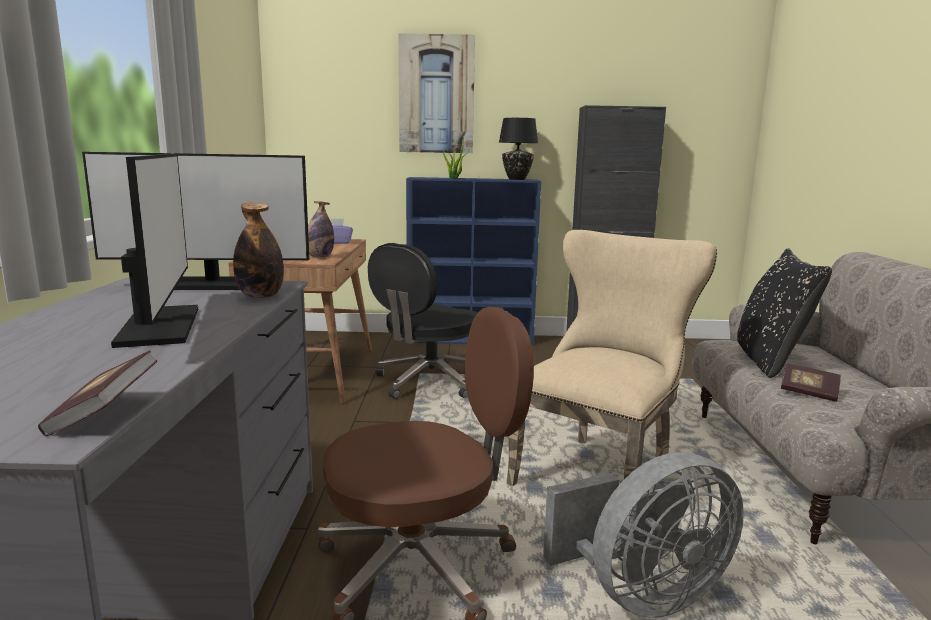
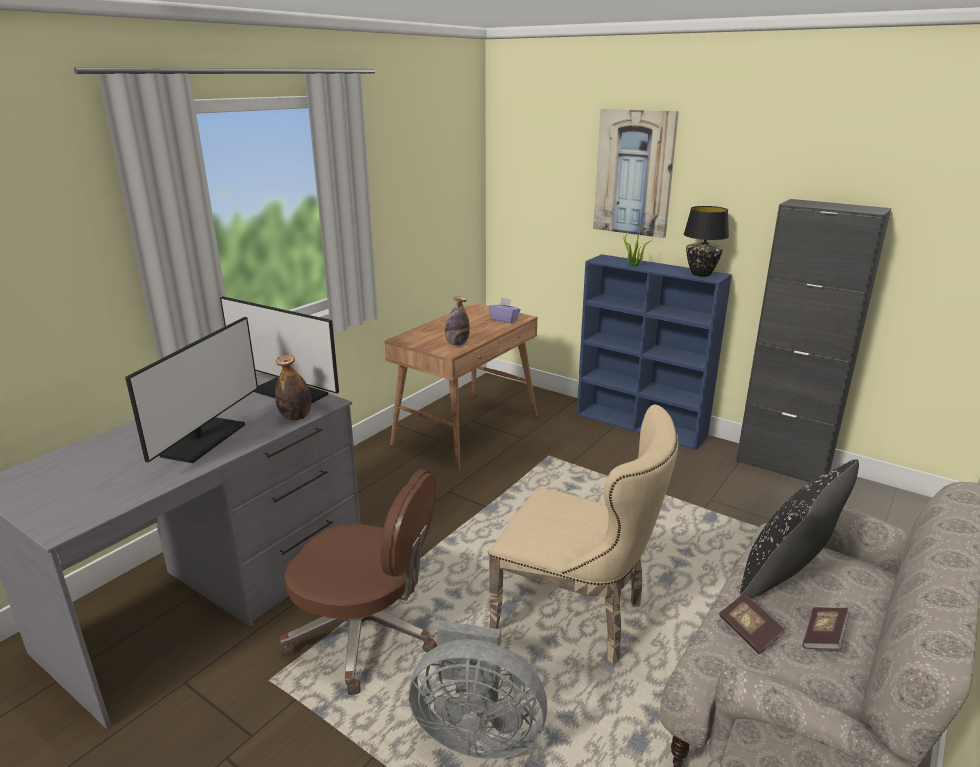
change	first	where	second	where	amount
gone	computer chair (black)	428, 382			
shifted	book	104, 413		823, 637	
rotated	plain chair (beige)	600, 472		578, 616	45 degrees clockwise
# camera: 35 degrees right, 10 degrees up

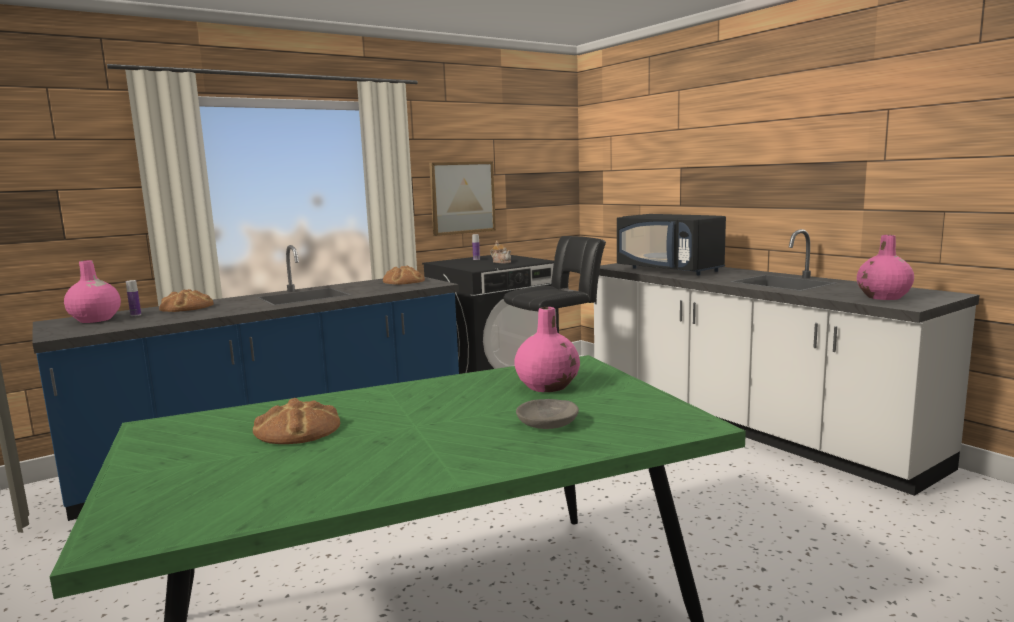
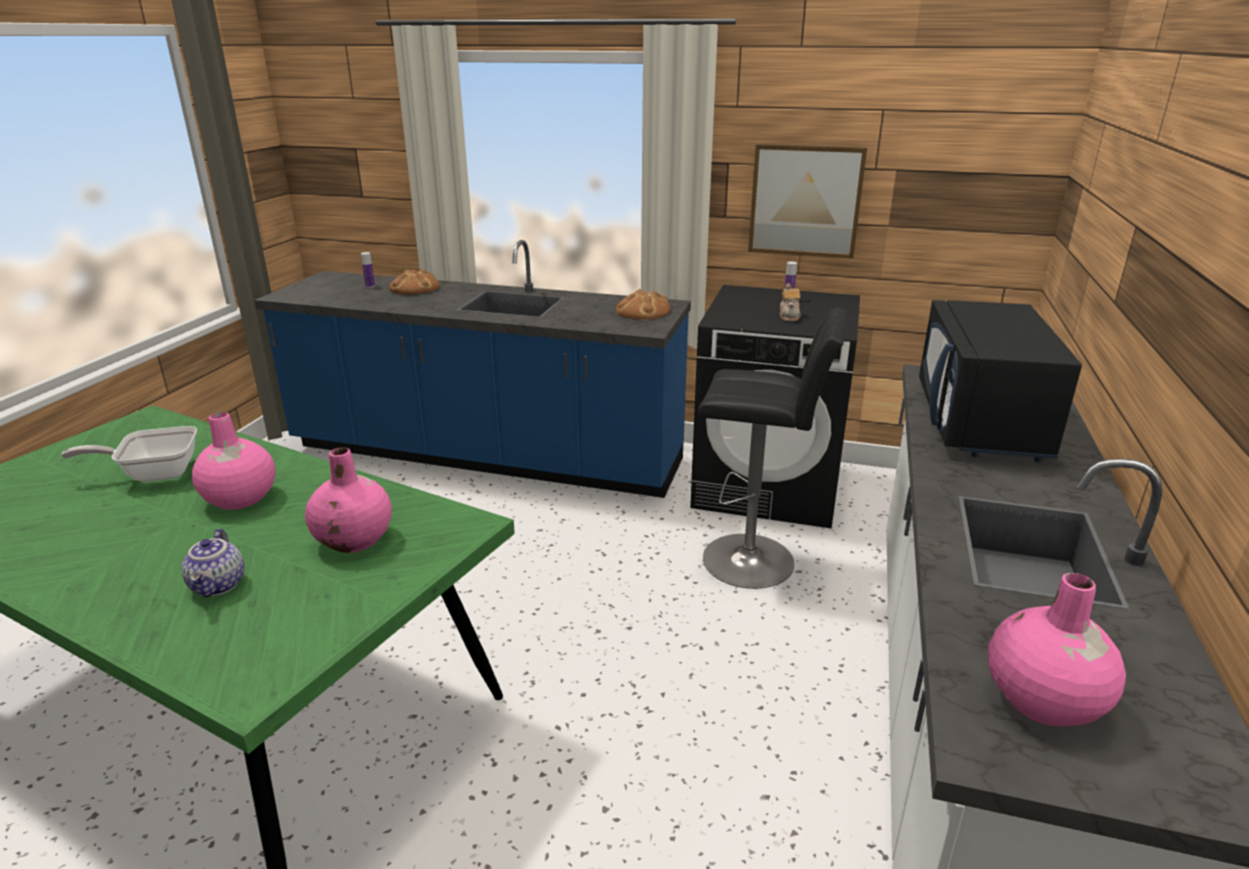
change	first	where	second	where	amount
shifted	decorative vase (pink)	95, 320		240, 498	
swapped	baked bread	298, 429	pan	154, 473	
swapped	serving bowl (greyish)	548, 422	teapot	219, 585	
# camera: 50 degrees right, 15 degrees up

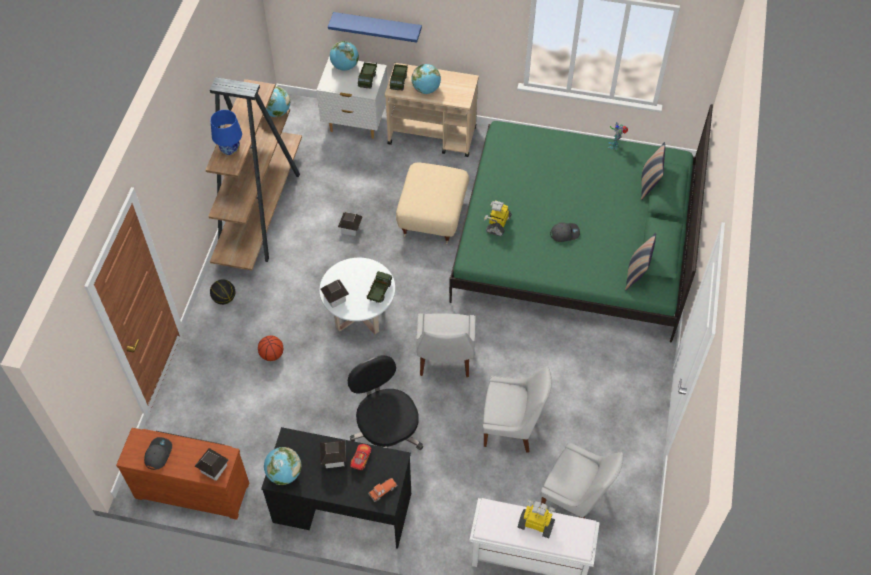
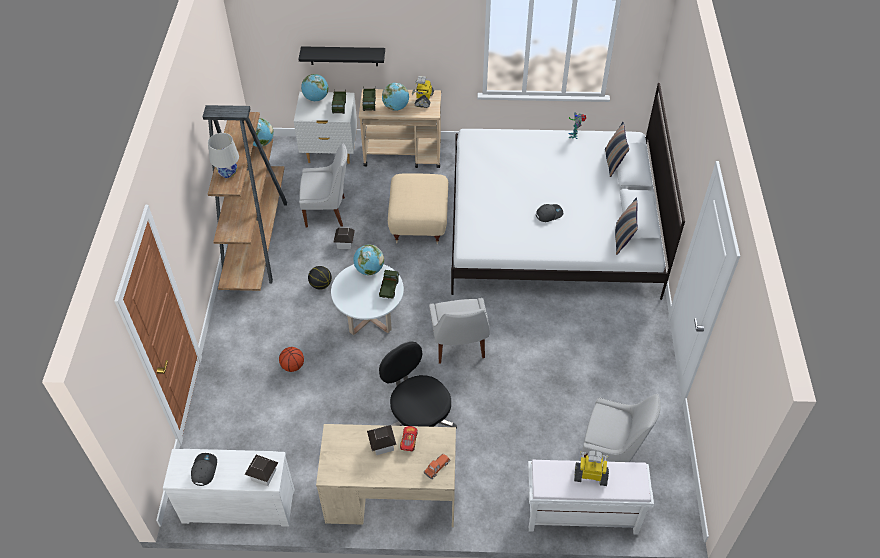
change	first	where	second	where	amount
gone	model house	335, 298			
shifted	ball for basketball	224, 298		321, 284	
shifted	world globe	284, 474		369, 270	
shifted	plain chair (white-coloured)	512, 427		327, 212	
shifted	model robot	498, 224		423, 99	
repainted	dresser (brown)	193, 487	dresser (white-coloured)	239, 503	
repainted	lamp for a table (blue)	230, 149	lamp for a table (white-coloured)	228, 172	
repainted	desk table (black)	342, 507	desk table (beige)	391, 497	
repainted	bracket shelf (blue)	377, 27	bracket shelf (black)	343, 56	
repainted	bed (green-coloured)	574, 241	bed (white-coloured)	552, 225	
# camera: 10 degrees left, 5 degrees down

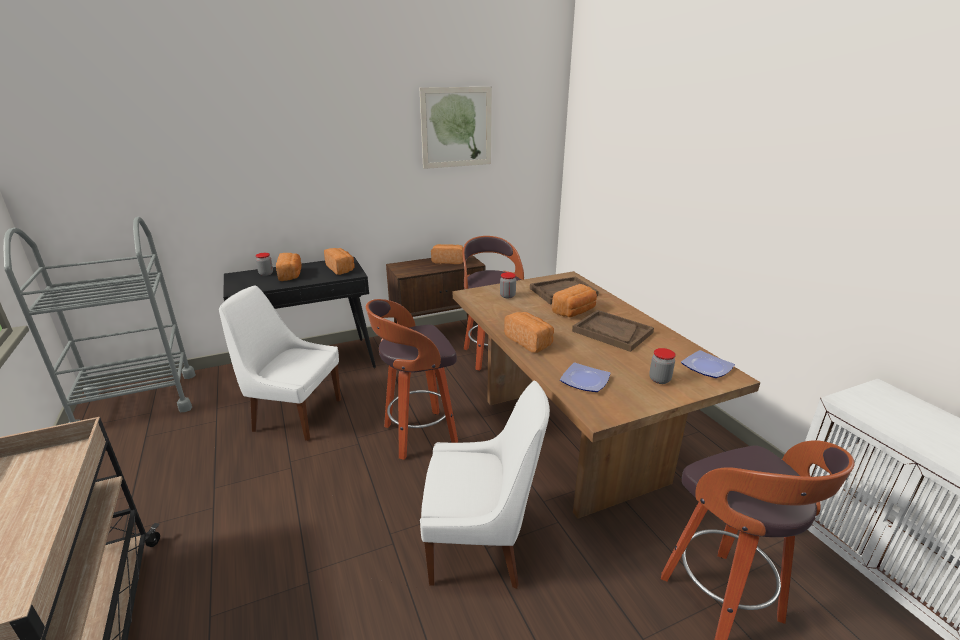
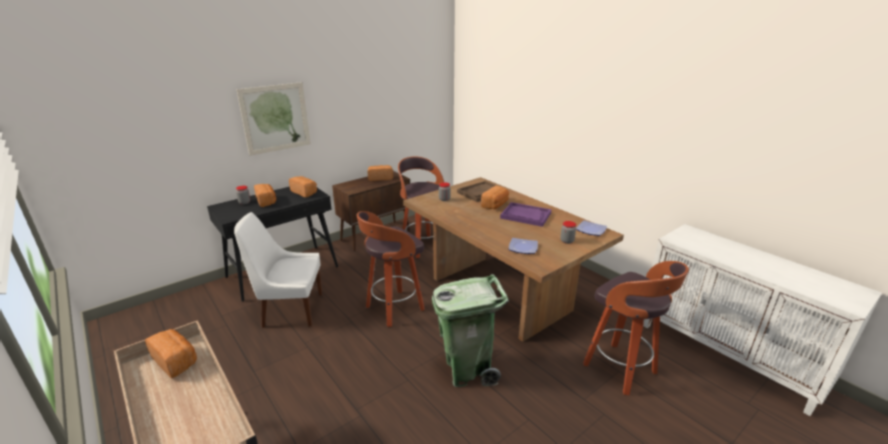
change	first	where	second	where	amount
gone	trolley (greyish)	138, 401			
shifted	wall picture	456, 127		275, 118	
shifted	baked bread	529, 341		176, 361	
swapped	plain chair (white-coloured)	481, 546	trash can (green-coloured)	468, 369	
repainted	serving tray (brown)	612, 332	serving tray (purple)	525, 215	
# camera: 15 degrees left, 0 degrees up

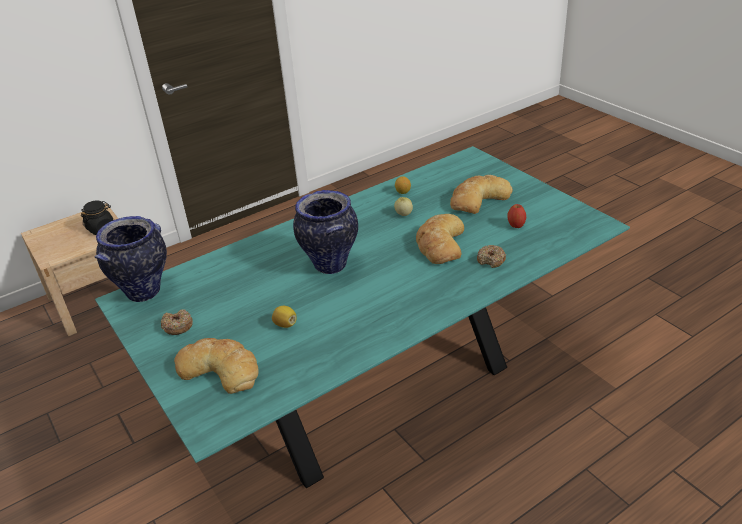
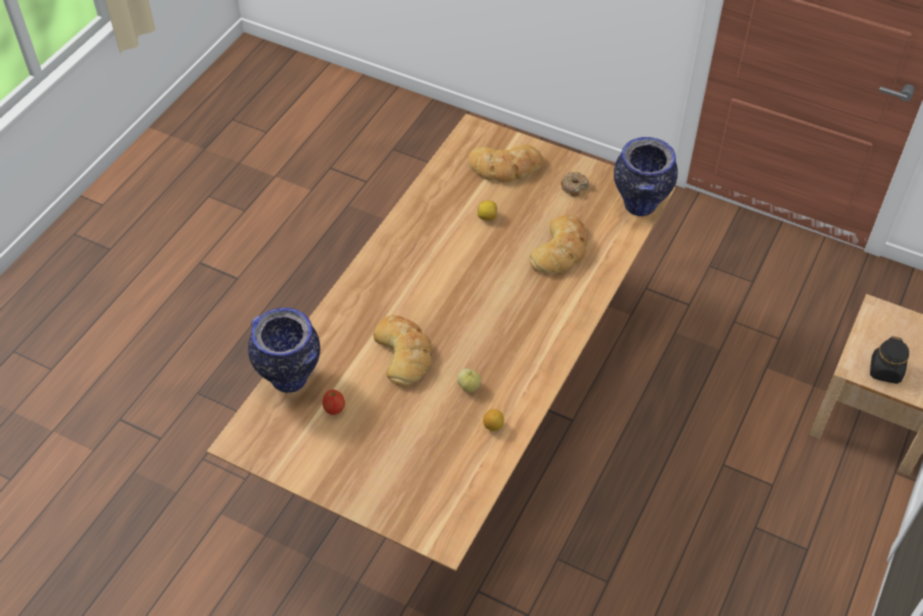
change	first	where	second	where	amount
gone	ring doughnut	491, 260			
shifted	decorative vase	329, 264		290, 379	
shifted	baked bread	478, 199		561, 250	
repainted	dinner table (turquoise)	380, 391	dinner table (brown)	461, 418	
# camera: 150 degrees right, 15 degrees up

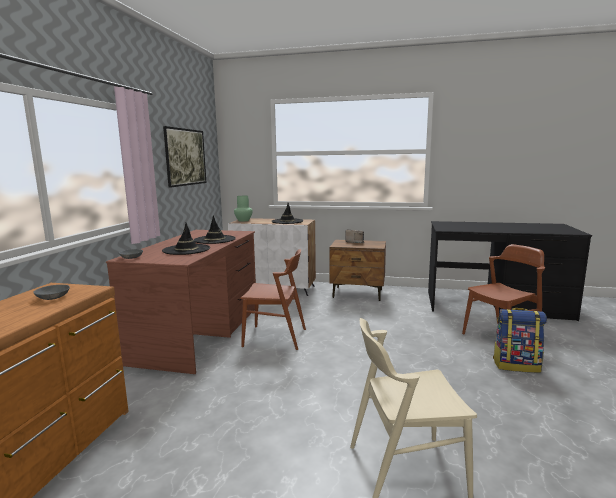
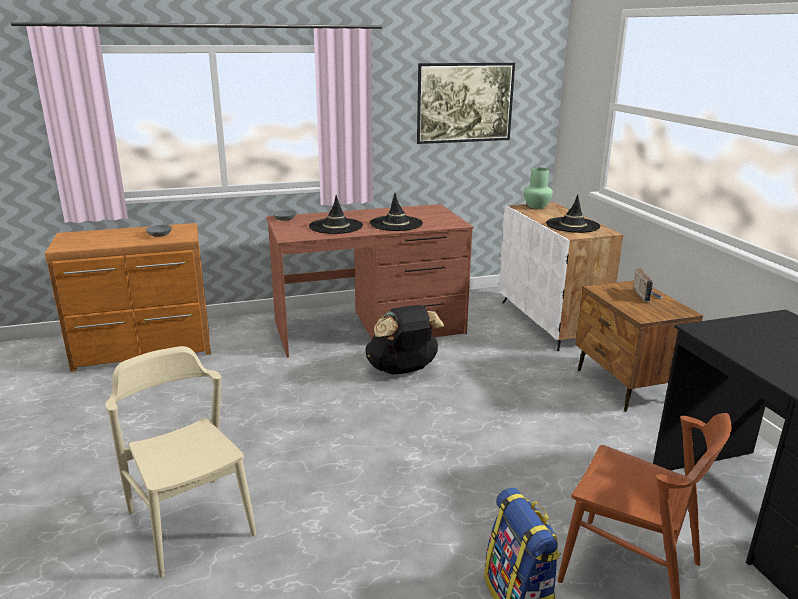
change	first	where	second	where	amount
swapped	plain chair (brown)	275, 337	rucksack (black)	403, 370	
# camera: 60 degrees right, 10 degrees up

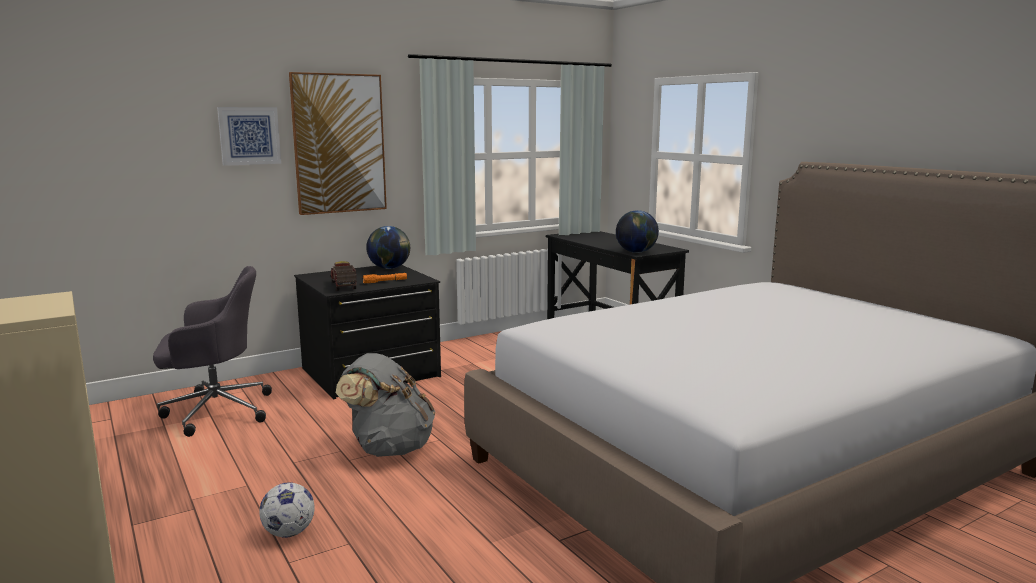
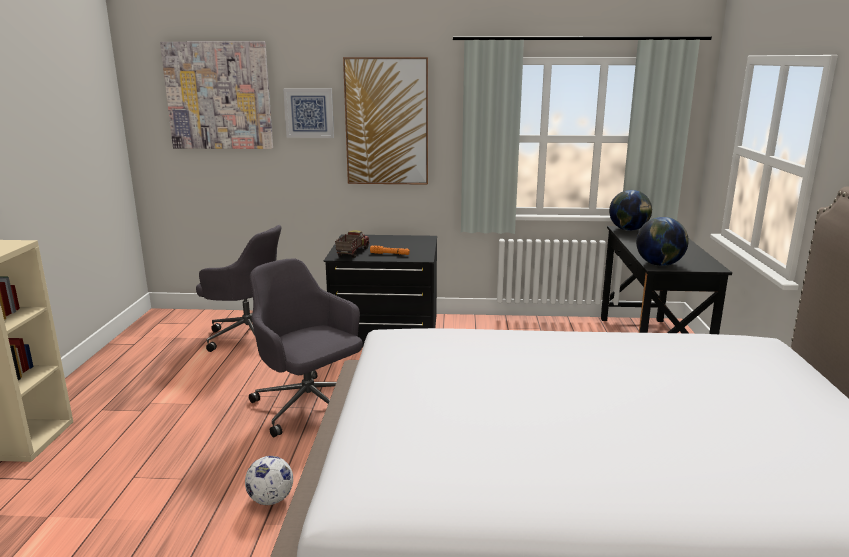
change	first	where	second	where	amount
new			wall picture	219, 96	
shifted	football ball	289, 532		271, 499	
shifted	world globe	389, 268		628, 230	
swapped	rucksack (greyish)	389, 448	computer chair (greyish)	309, 406	
# camera: 35 degrees right, 5 degrees up

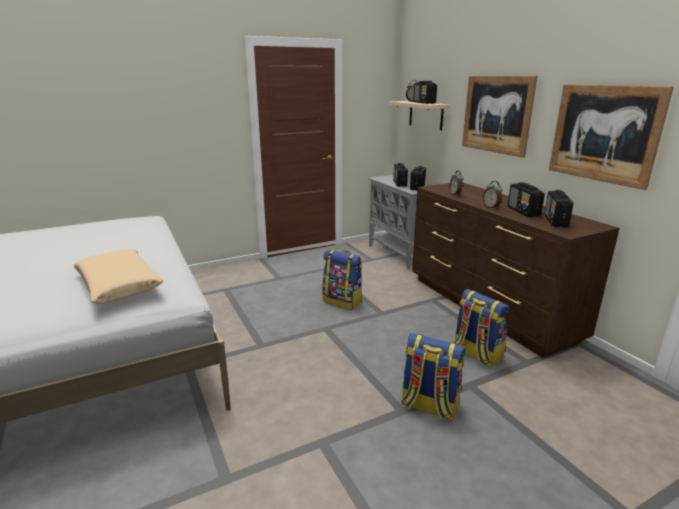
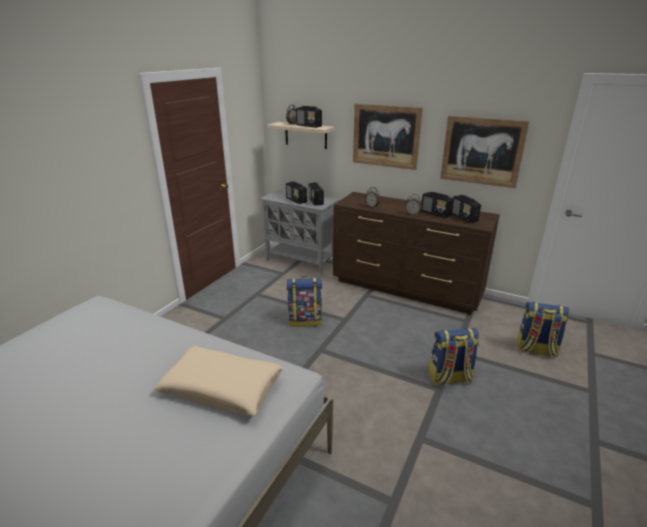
change	first	where	second	where	amount
shifted	rucksack	476, 354		536, 350	
# camera: 35 degrees left, 5 degrees up

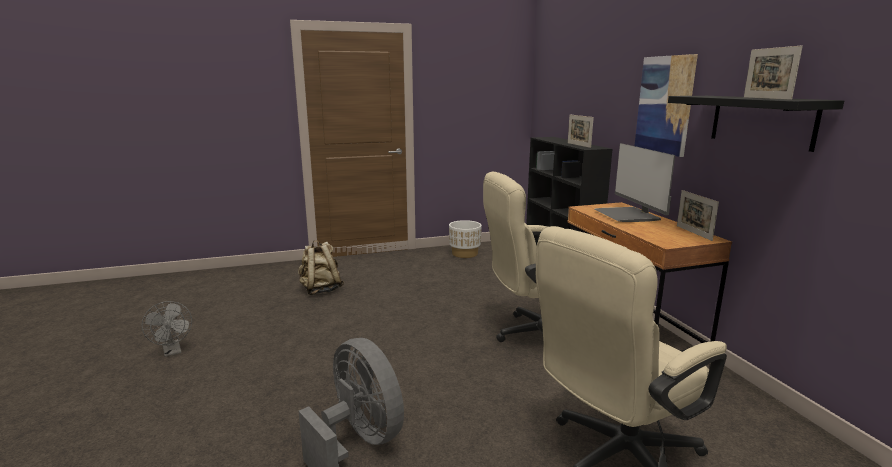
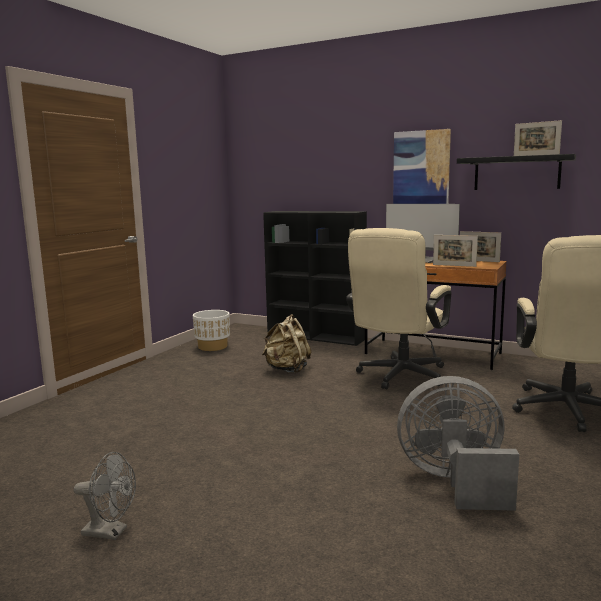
change	first	where	second	where	amount
shifted	rucksack (beige)	321, 290		287, 370	
shifted	standing frame	578, 145		454, 265	
# camera: 45 degrees left, 5 degrees down

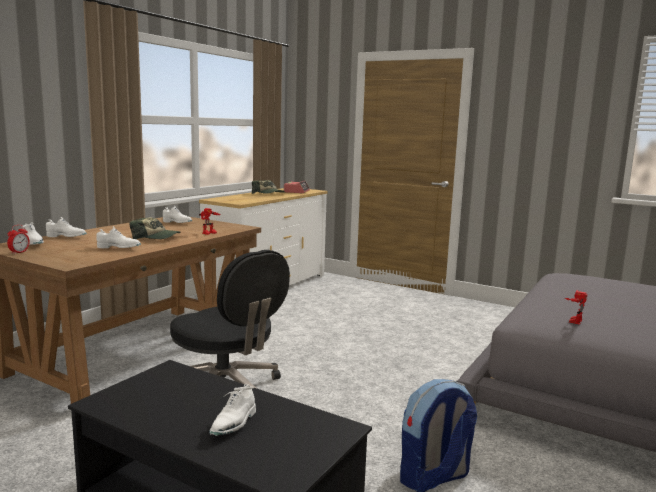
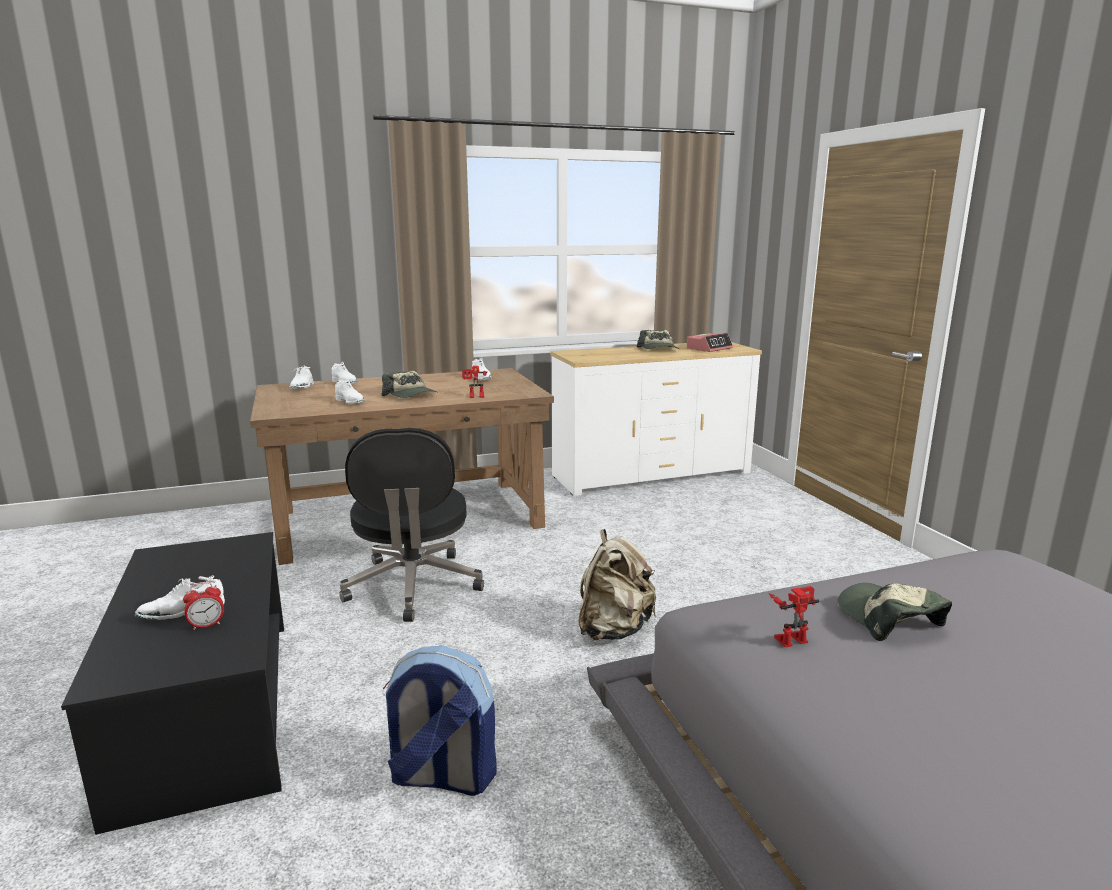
change	first	where	second	where	amount
new			rucksack (beige)	613, 629	
new			cap	888, 619	
shifted	table clock	19, 252		206, 625	
# camera: 40 degrees right, 5 degrees up

